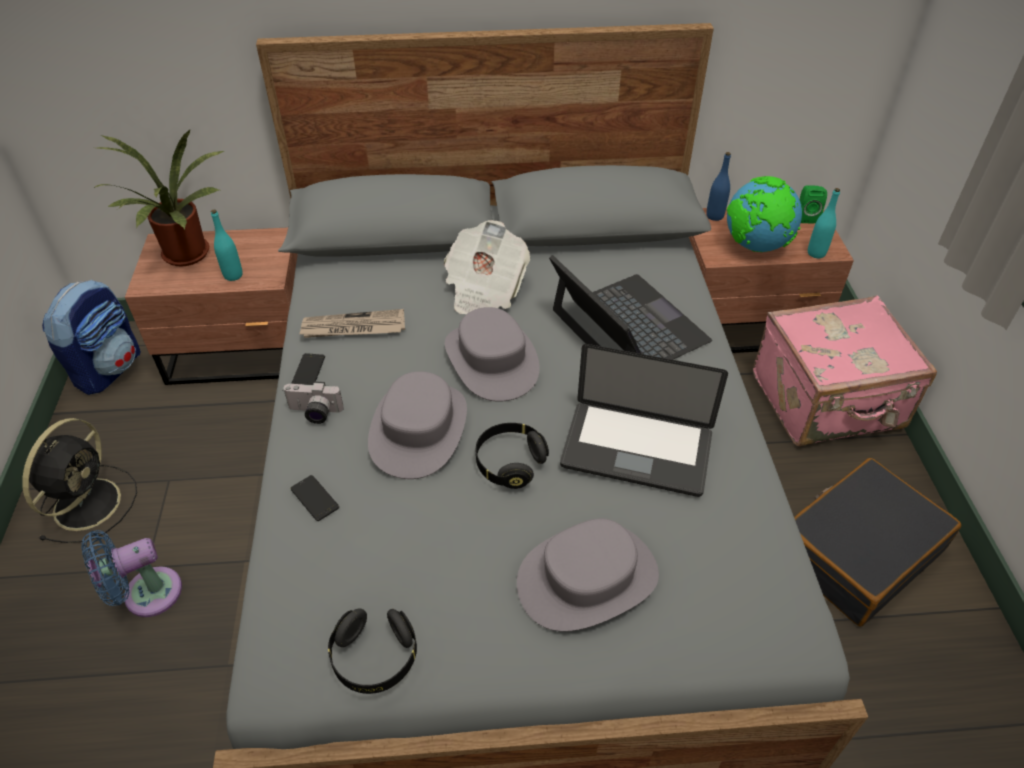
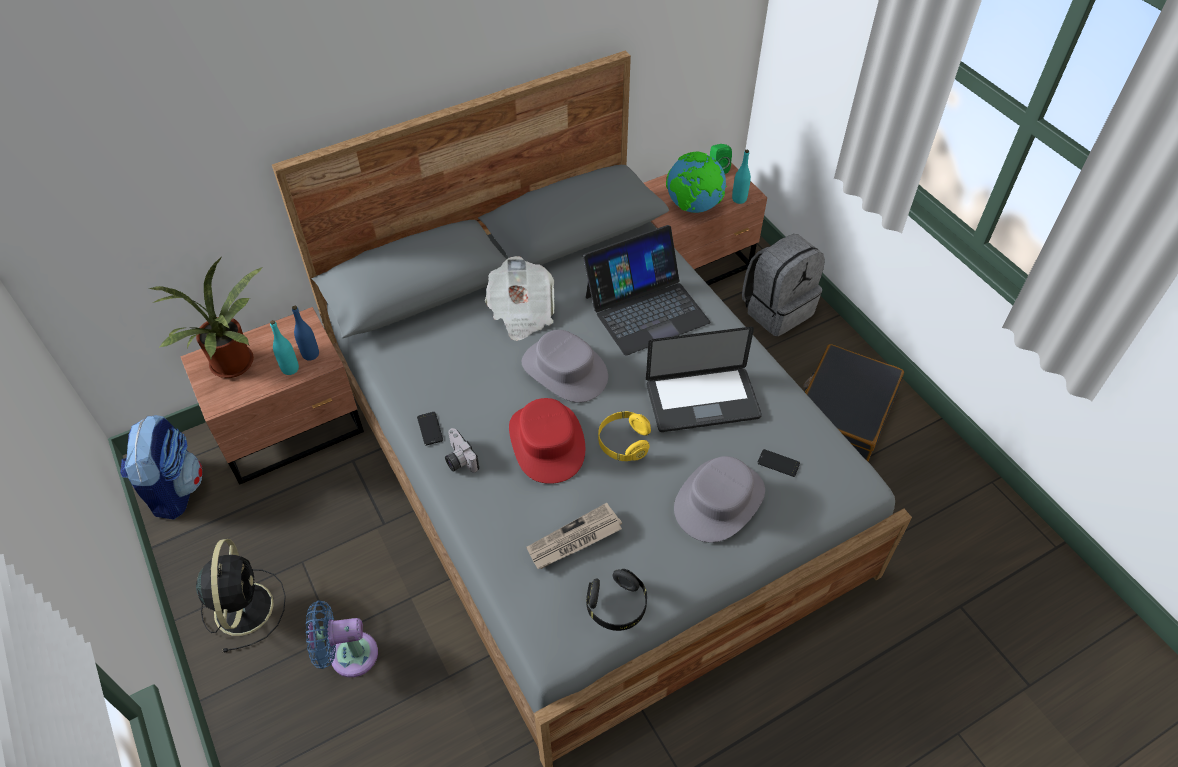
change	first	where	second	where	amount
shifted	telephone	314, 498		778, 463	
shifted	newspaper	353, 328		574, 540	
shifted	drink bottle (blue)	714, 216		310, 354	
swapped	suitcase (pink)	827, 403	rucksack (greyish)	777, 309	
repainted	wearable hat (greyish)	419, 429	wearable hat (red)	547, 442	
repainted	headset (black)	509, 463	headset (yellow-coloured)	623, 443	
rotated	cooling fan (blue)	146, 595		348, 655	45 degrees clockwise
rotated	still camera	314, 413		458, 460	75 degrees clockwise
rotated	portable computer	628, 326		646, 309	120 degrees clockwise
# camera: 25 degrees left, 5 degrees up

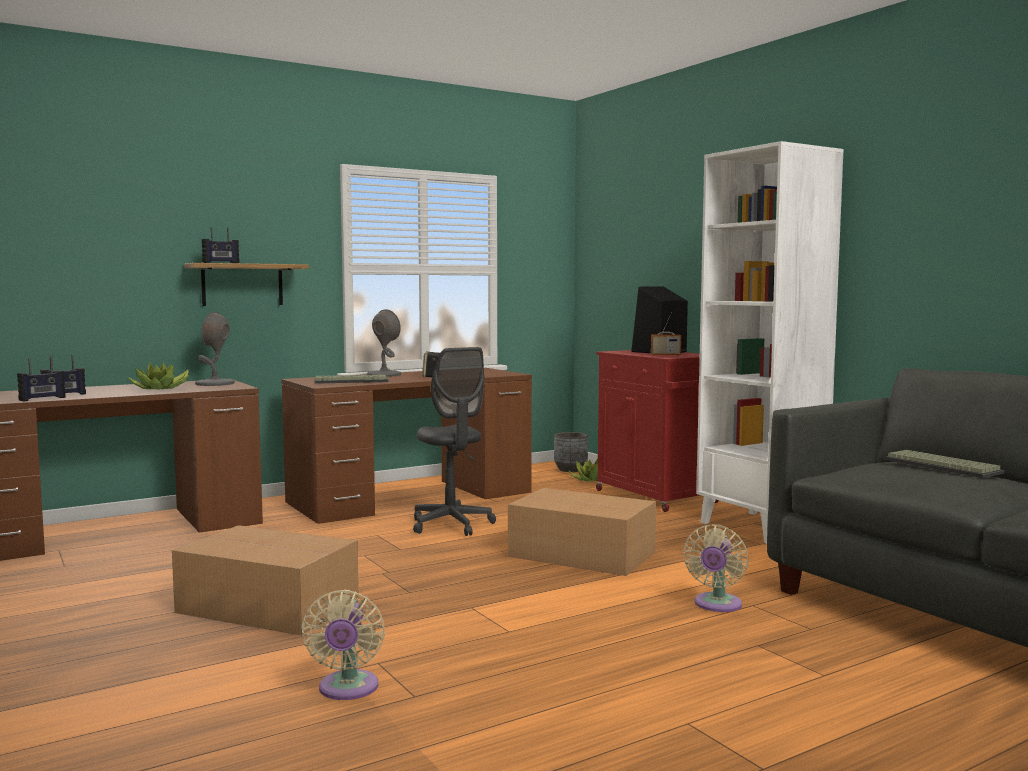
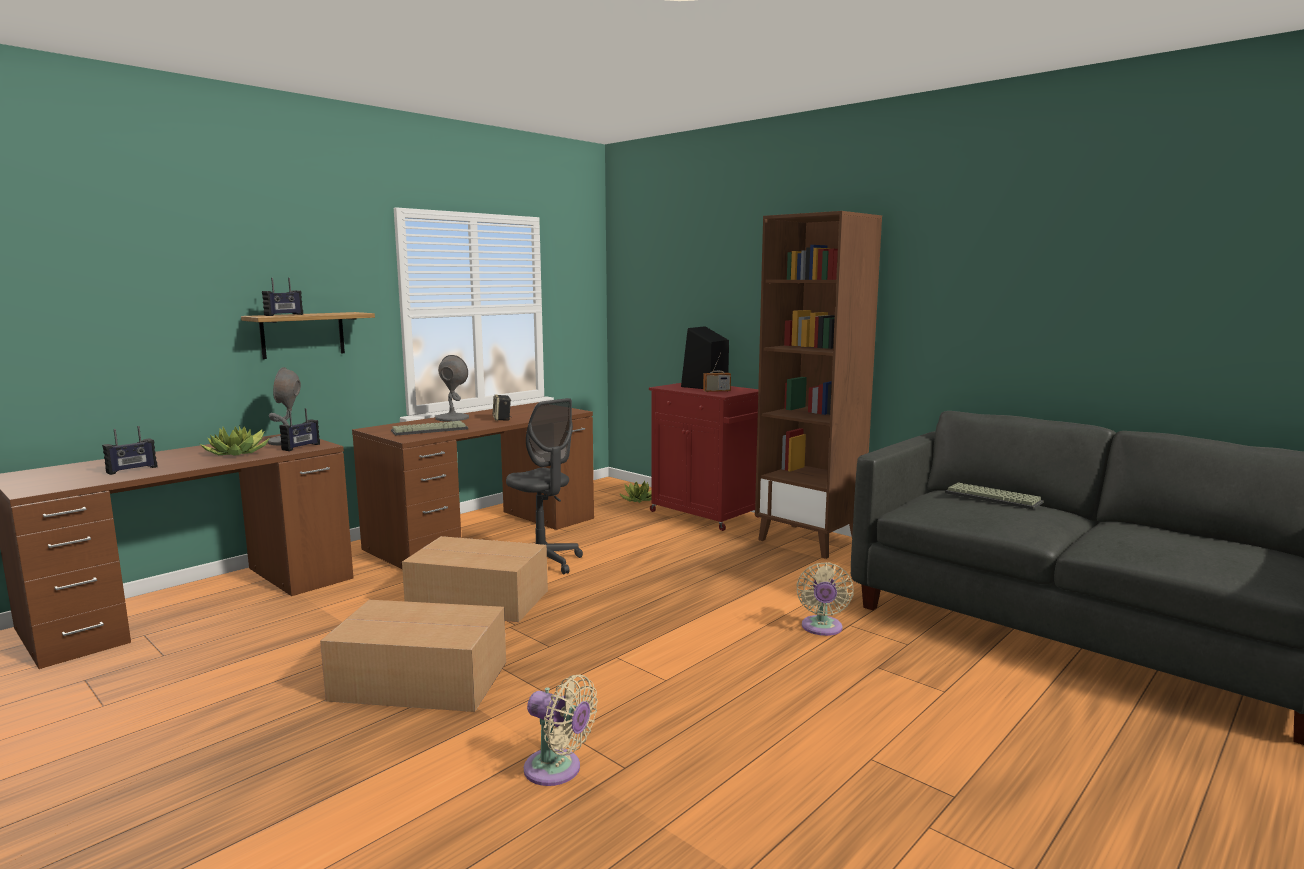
change	first	where	second	where	amount
gone	flower pot (greyish)	570, 469			
shifted	radio set	42, 399		301, 447	
shifted	carton	583, 555		480, 600	
repainted	bookshelf (white-coloured)	761, 527	bookshelf (brown)	810, 541	
rotated	cooling fan (beige)	347, 689		557, 770	45 degrees counterclockwise
# camera: 15 degrees left, 5 degrees up

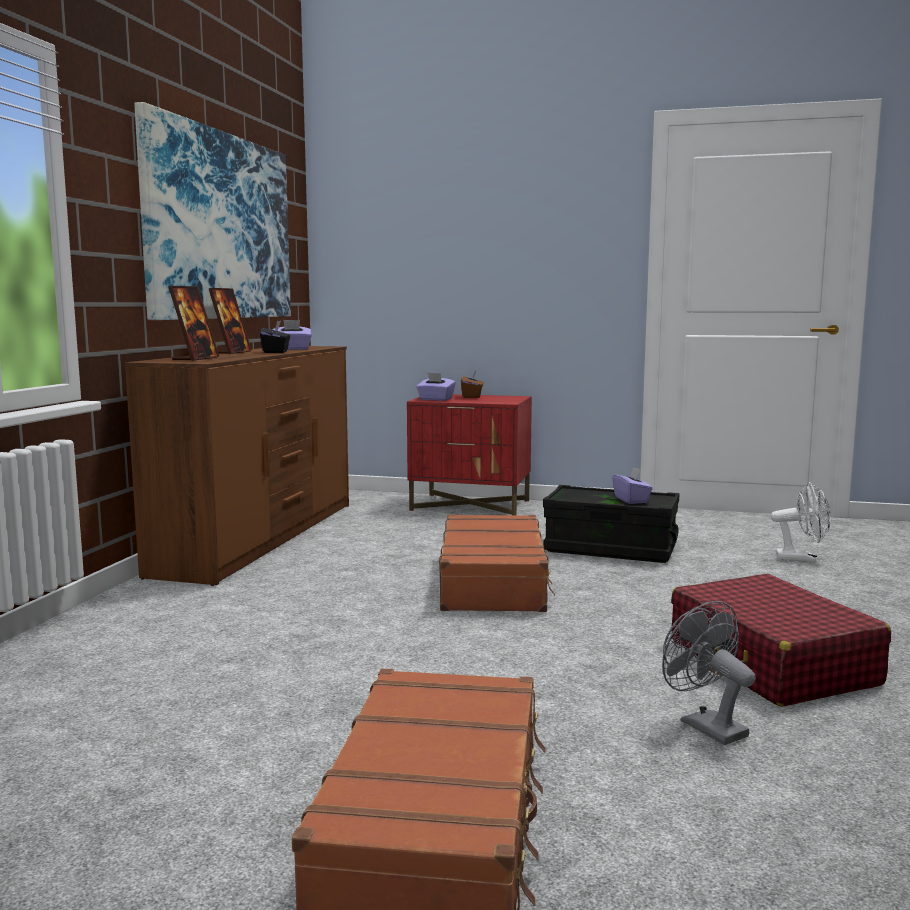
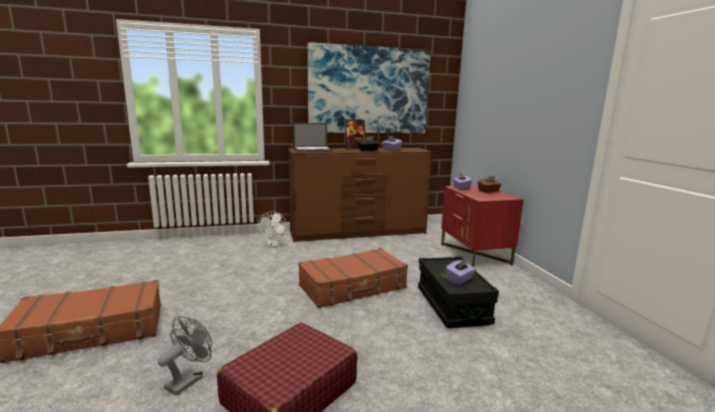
change	first	where	second	where	amount
shifted	cooling fan (white-coloured)	802, 558		273, 245	
swapped	standing frame	196, 359	portable computer	313, 150	
# camera: 60 degrees right, 5 degrees up

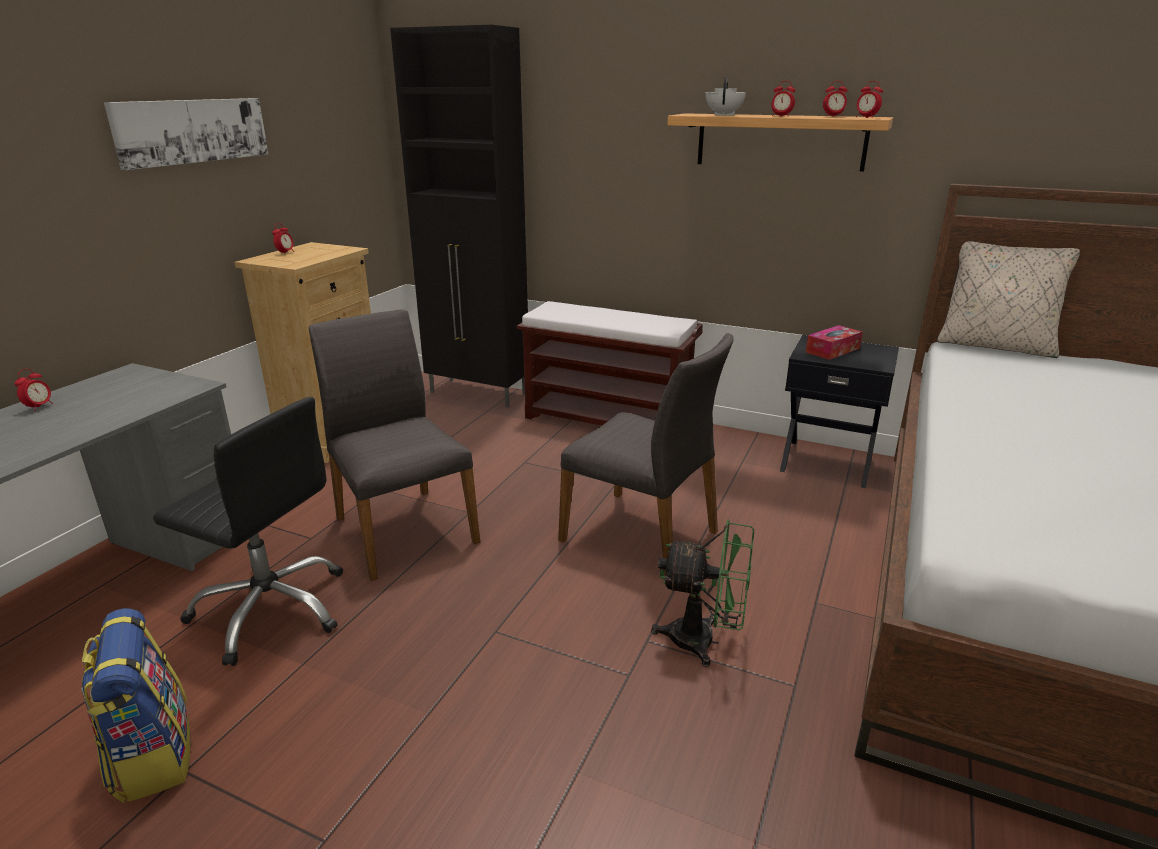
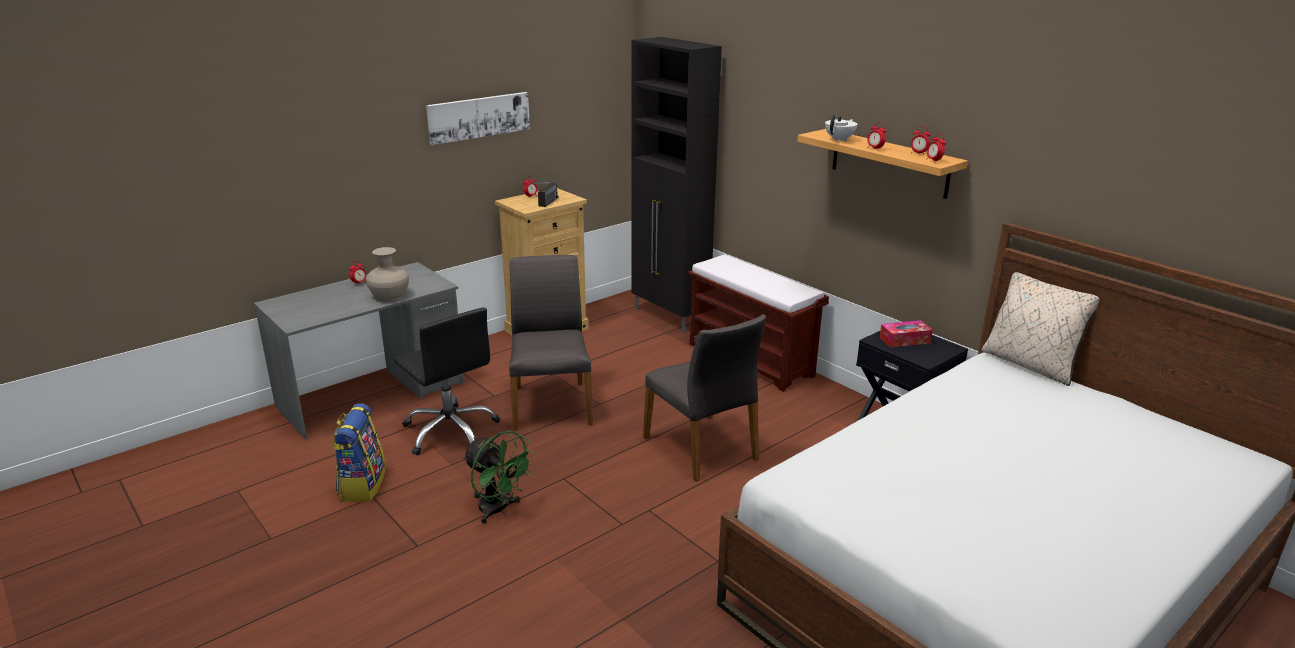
change	first	where	second	where	amount
new			decorative vase (beige)	389, 296	
new			radio set	545, 204	
shifted	cooling fan (green-coloured)	704, 641		498, 510	
# camera: 25 degrees right, 0 degrees up

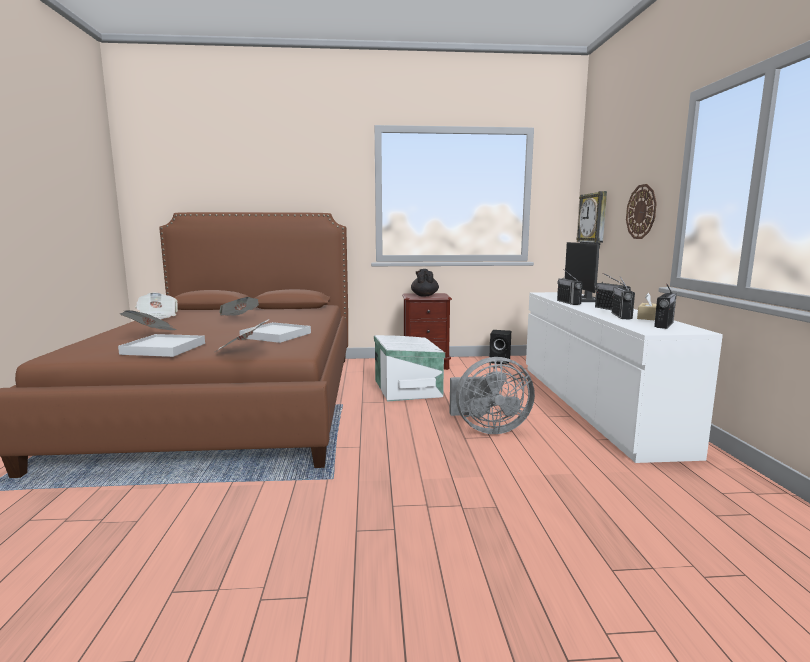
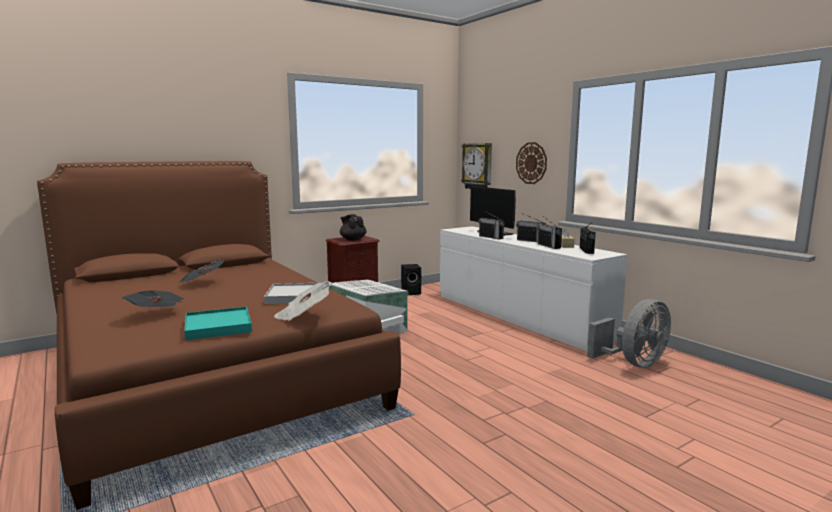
change	first	where	second	where	amount
gone	newspaper	158, 317			
shifted	cooling fan (greyish)	488, 429		634, 363	
repainted	serving tray (white-coloured)	164, 349	serving tray (turquoise)	218, 326	
# camera: 30 degrees left, 0 degrees up

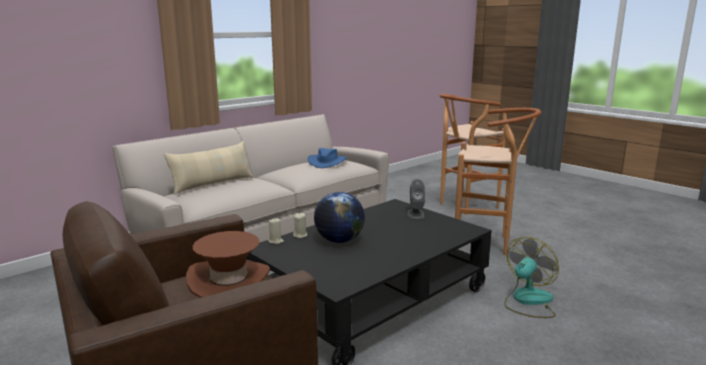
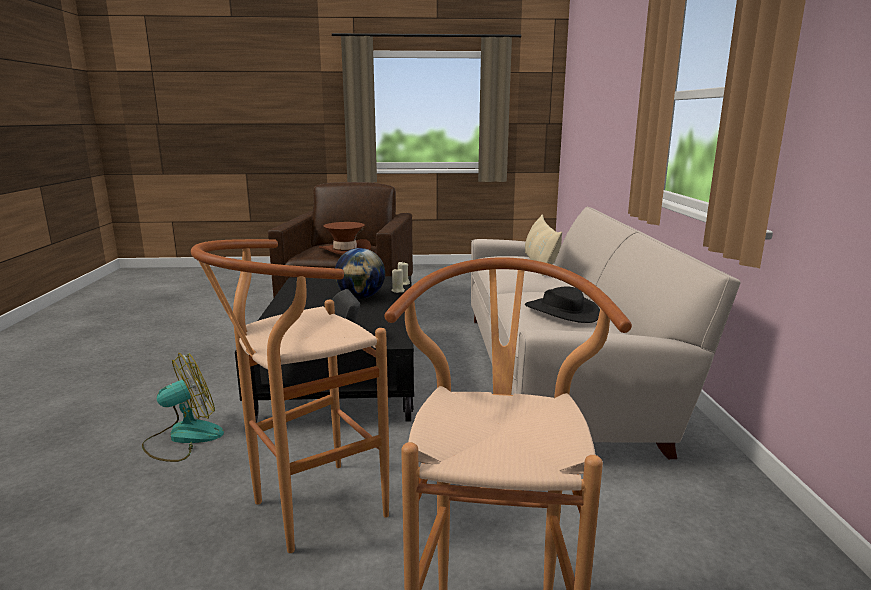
change	first	where	second	where	amount
repainted	wearable hat (blue)	327, 162	wearable hat (black)	562, 311	
rotated	cooling fan	527, 301		183, 438	120 degrees counterclockwise
# camera: 130 degrees right, 0 degrees up

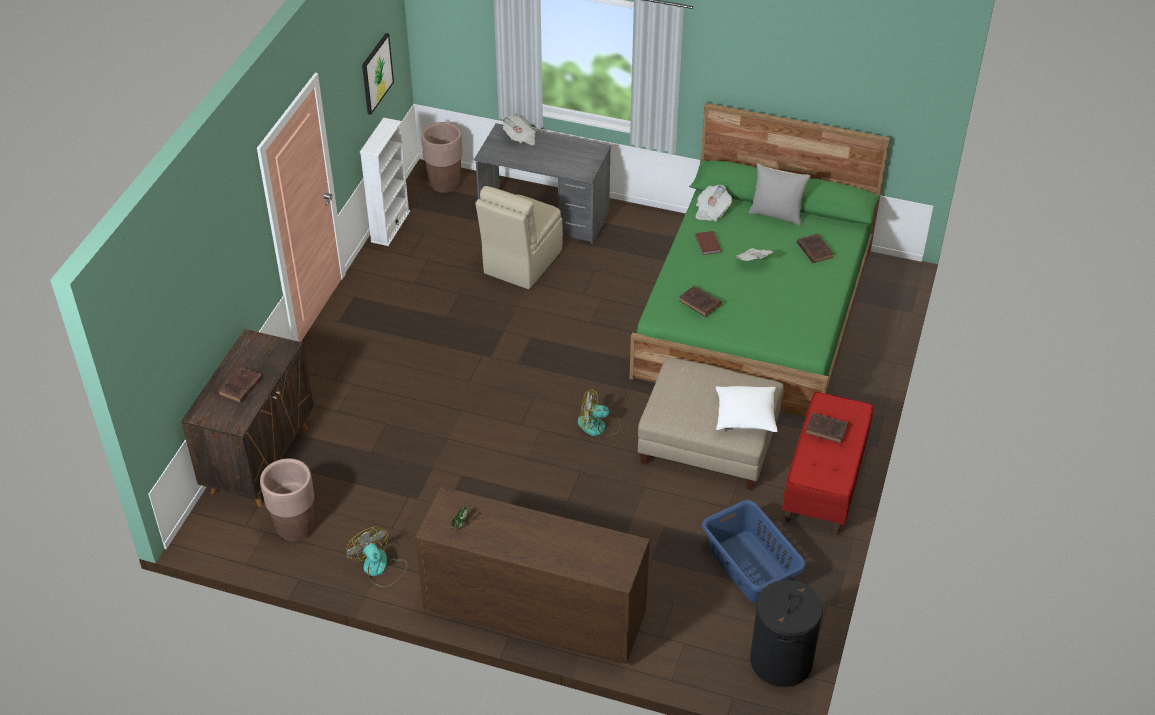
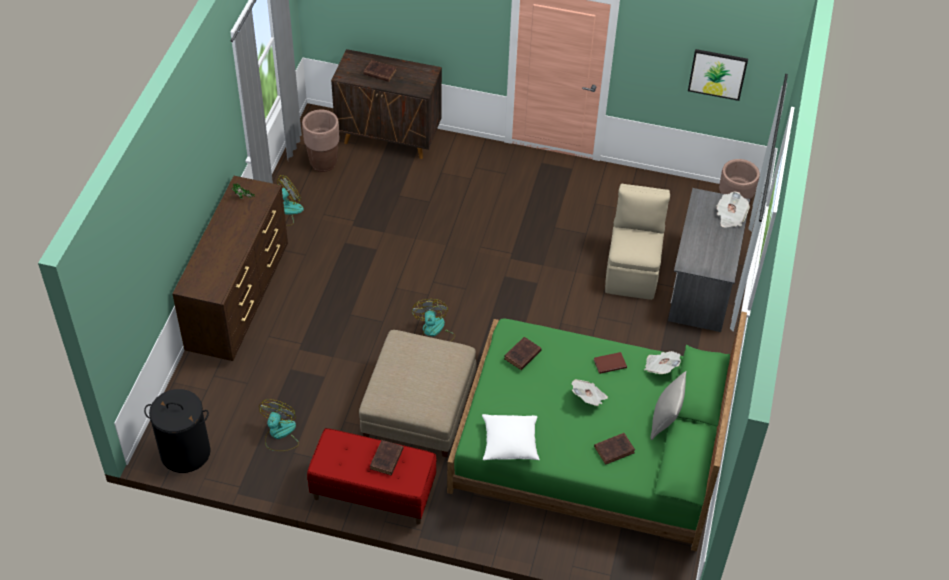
change	first	where	second	where	amount
gone	bookshelf (white-coloured)	390, 226			
shifted	throw pillow (white-coloured)	745, 416		510, 443	
swapped	hamper (blue)	750, 567	cooling fan	280, 434	
rotated	plain chair (beige)	521, 263		632, 272	75 degrees clockwise
# camera: 85 degrees right, 5 degrees up

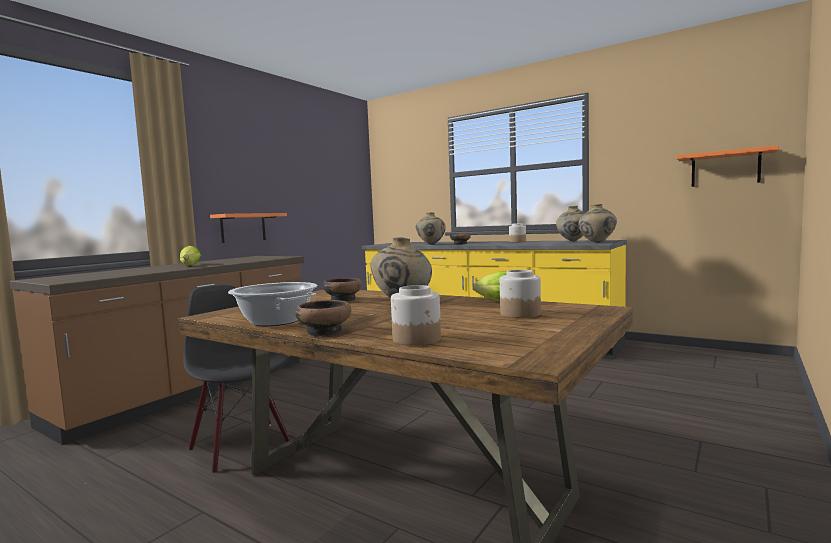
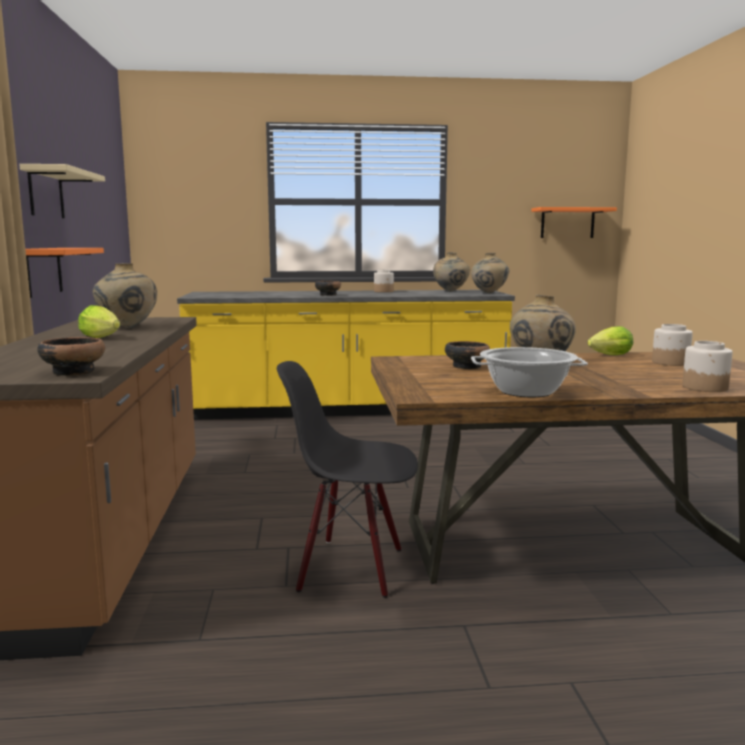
change	first	where	second	where	amount
new			bracket shelf (beige)	46, 193	
shifted	serving bowl	325, 332		74, 372	
shifted	decorative vase (beige)	431, 244		127, 328	
# camera: 40 degrees left, 5 degrees up

